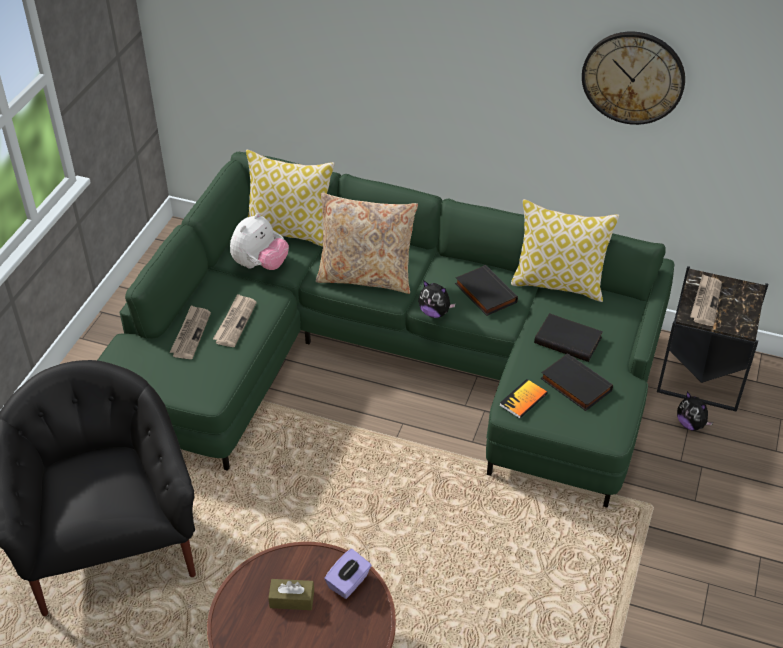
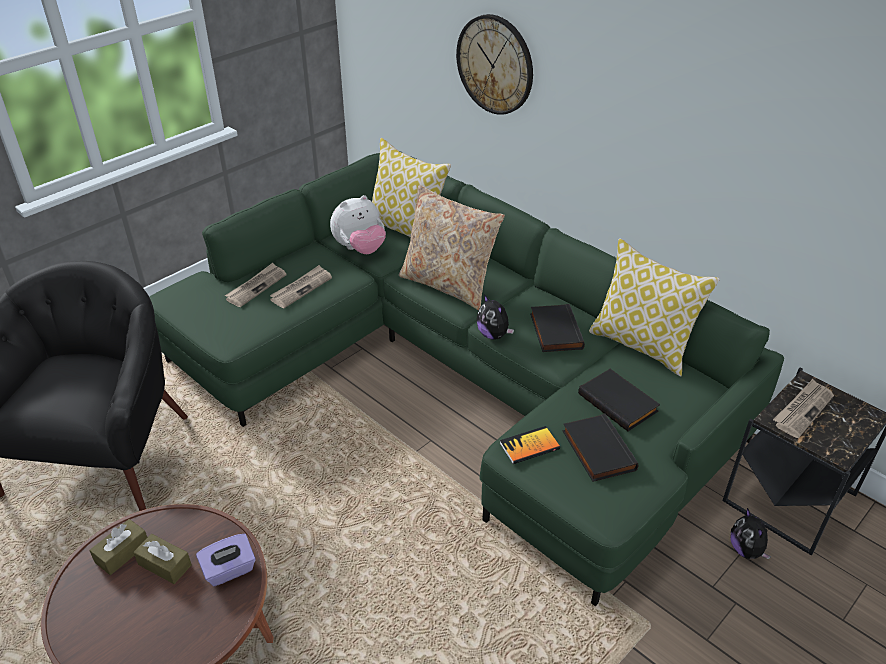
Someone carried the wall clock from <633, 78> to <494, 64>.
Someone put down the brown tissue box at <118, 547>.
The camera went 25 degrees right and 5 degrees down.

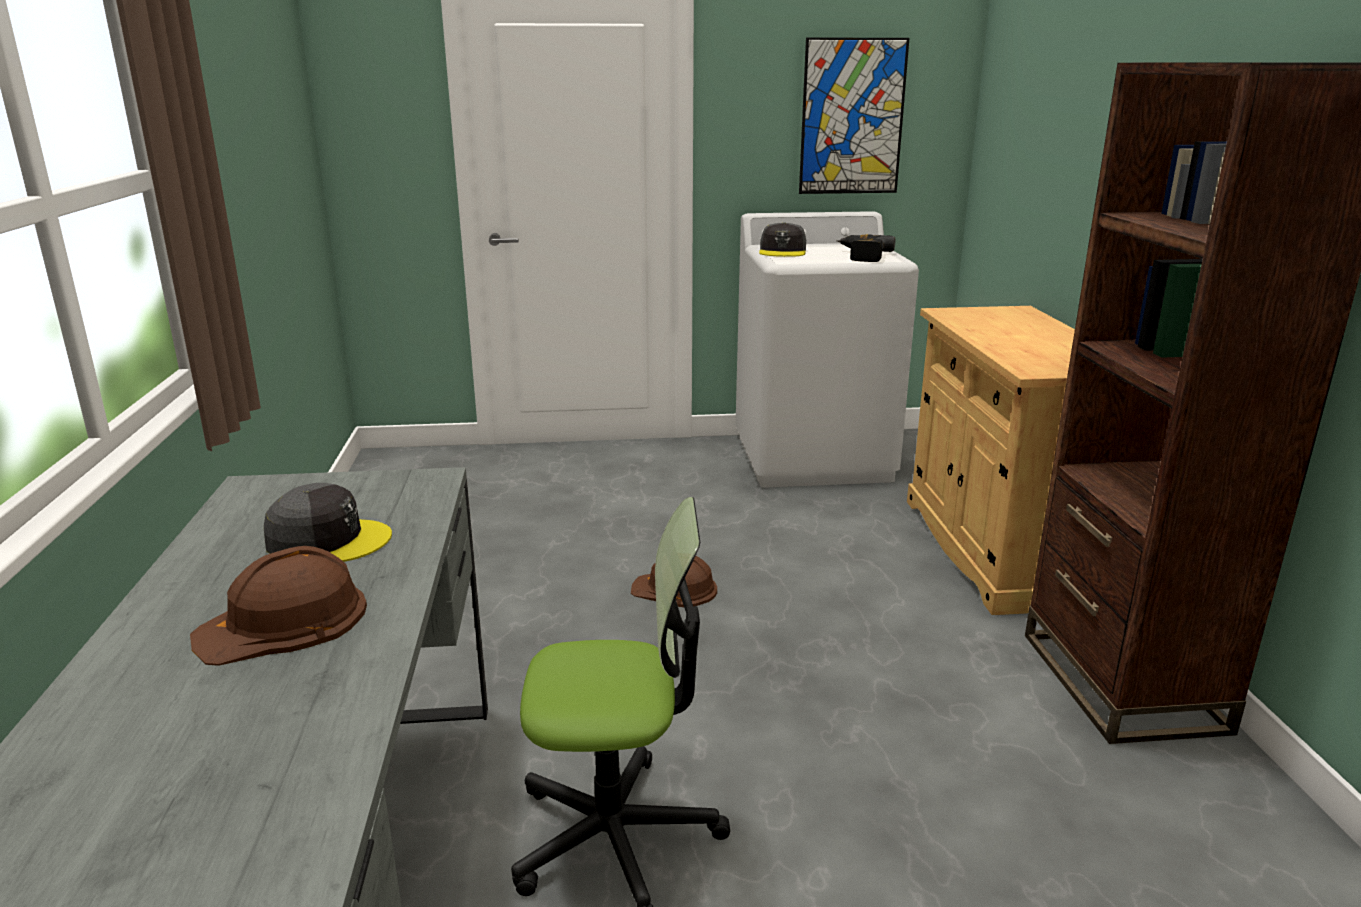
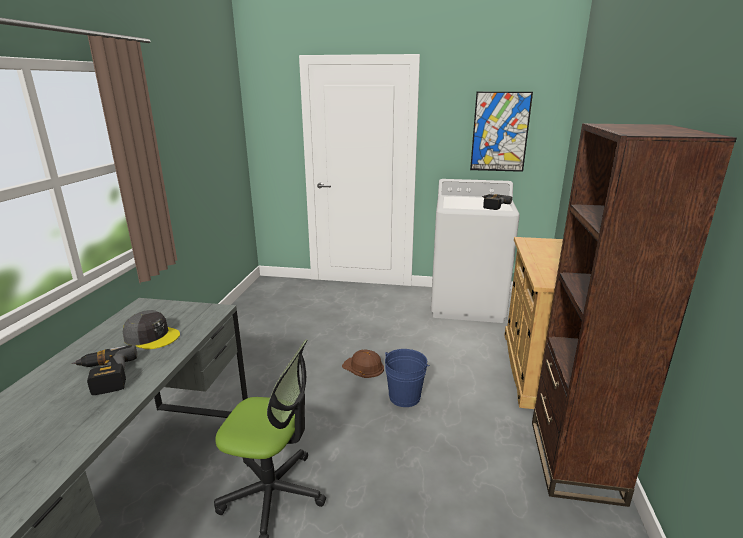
Someone swapped the brown hard hat at <278, 606> for the power drill at <104, 370>.
Someone took away the grey cap at <782, 239>.
Someone put down the blue bucket at <407, 378>.
The camera went 15 degrees right and 0 degrees up.

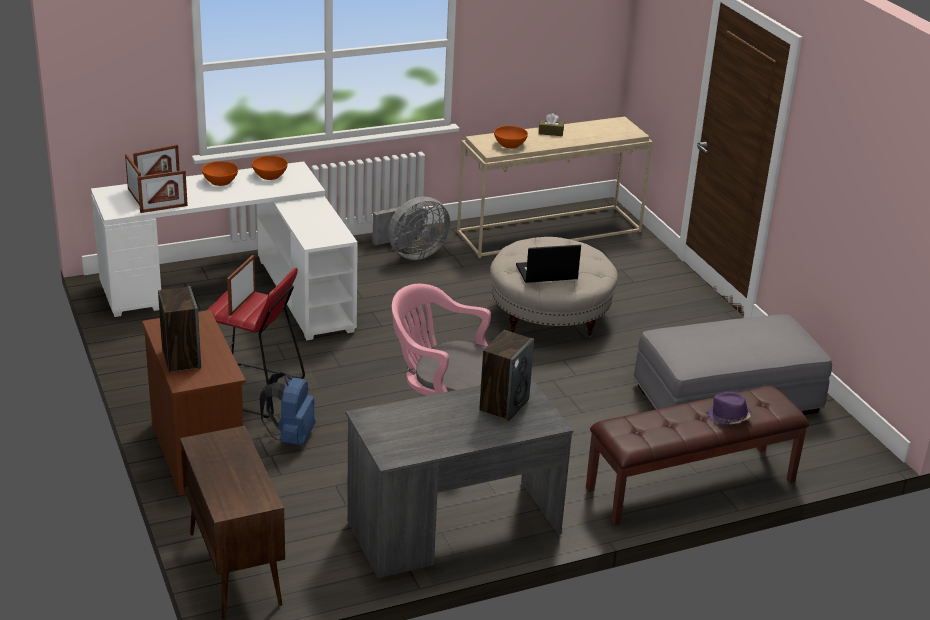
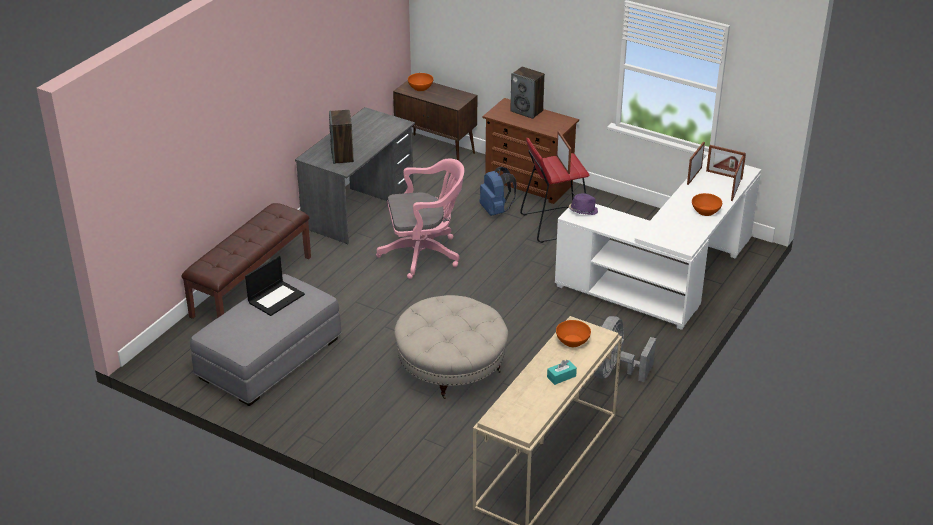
Someone carried the orange bowl from <270, 168> to <420, 82>.
Someone carried the laptop from <548, 264> to <275, 286>.
Someone repainted the brown tissue box at <551, 124>, which became the turquoise tissue box at <562, 372>.
Someone carried the purple hat from <729, 408> to <583, 204>.
The camera went 145 degrees right and 5 degrees up.

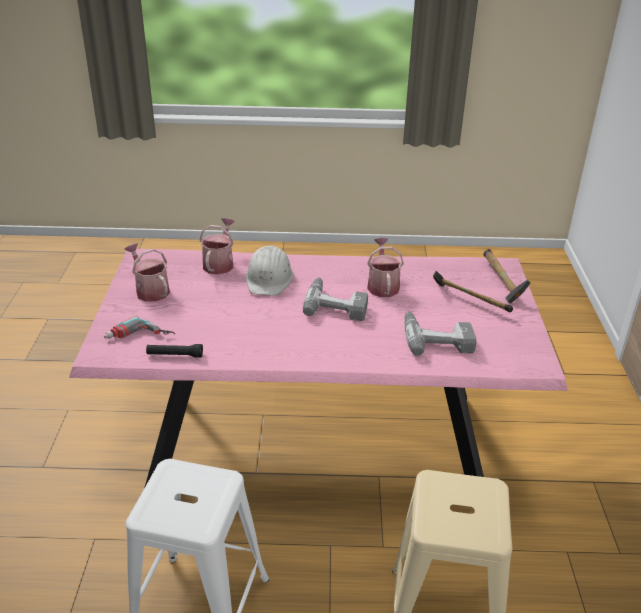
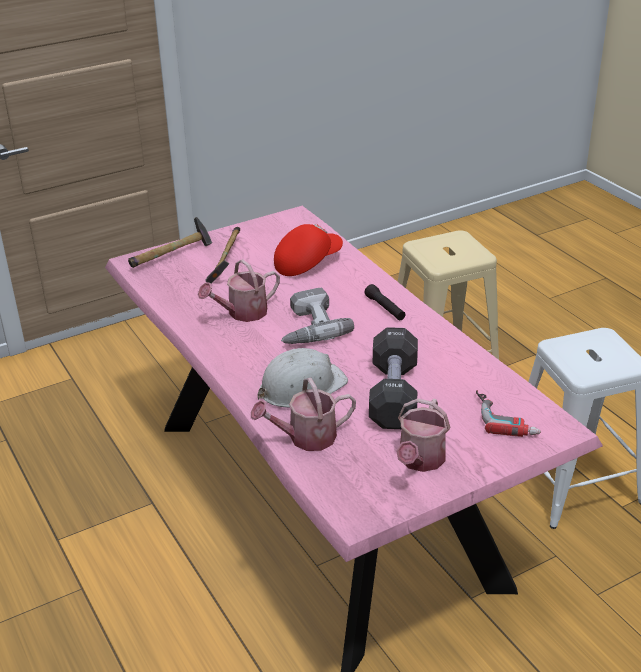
Someone carried the black flashlight from <174, 351> to <385, 302>.
Someone swapped the power drill at <440, 333> for the red cap at <308, 250>.
Someone put down the black dumbbell at <393, 378>.
The camera went 120 degrees left and 0 degrees up.

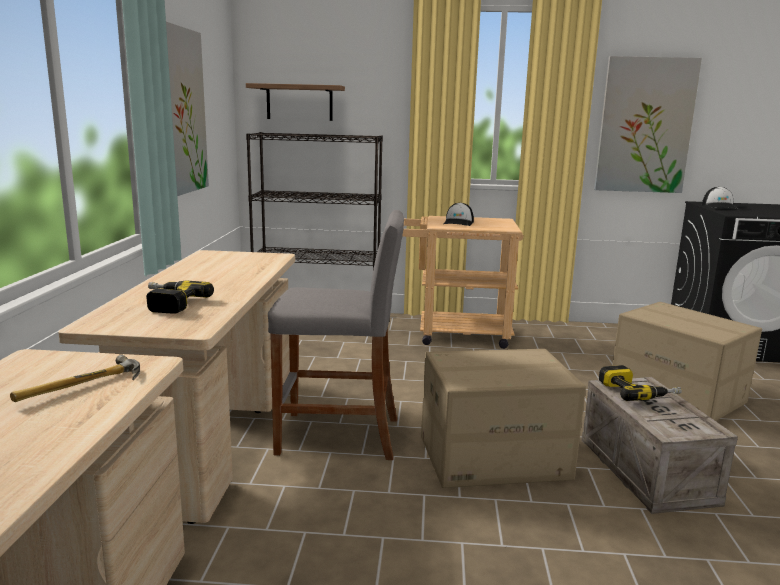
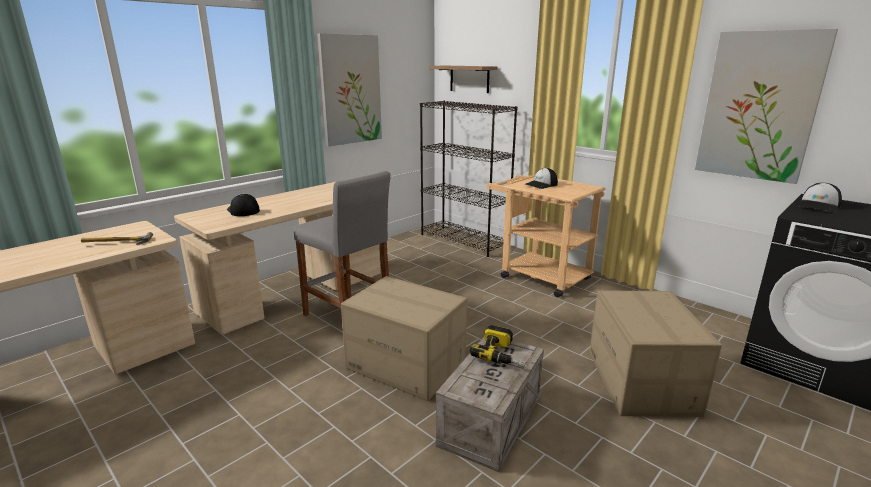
Someone swapped the power drill at <180, 297> for the cap at <243, 205>.
The camera went 40 degrees right and 5 degrees up.

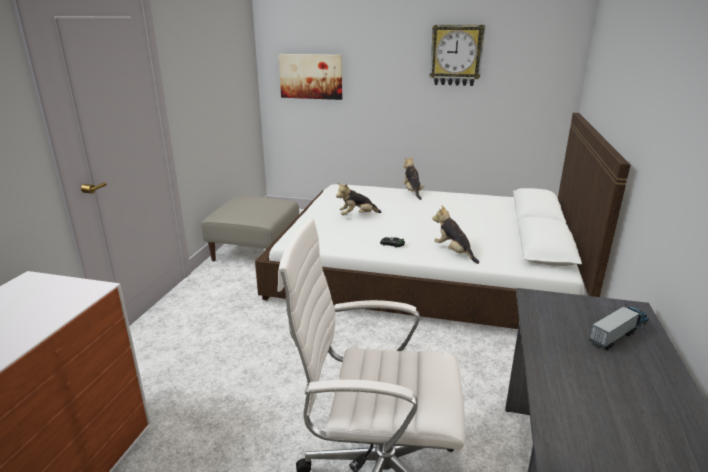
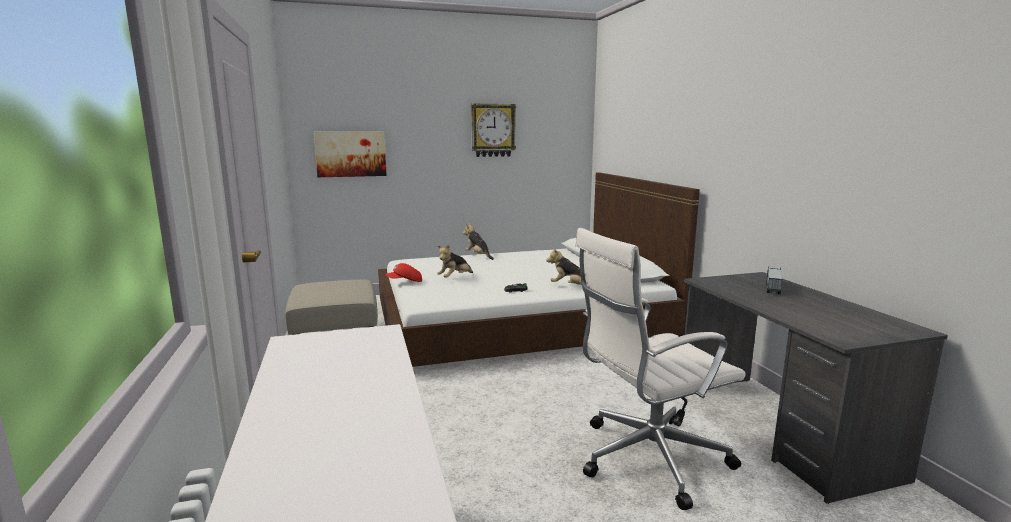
Someone put down the red cap at <404, 272>.
The camera went 30 degrees left and 10 degrees down.

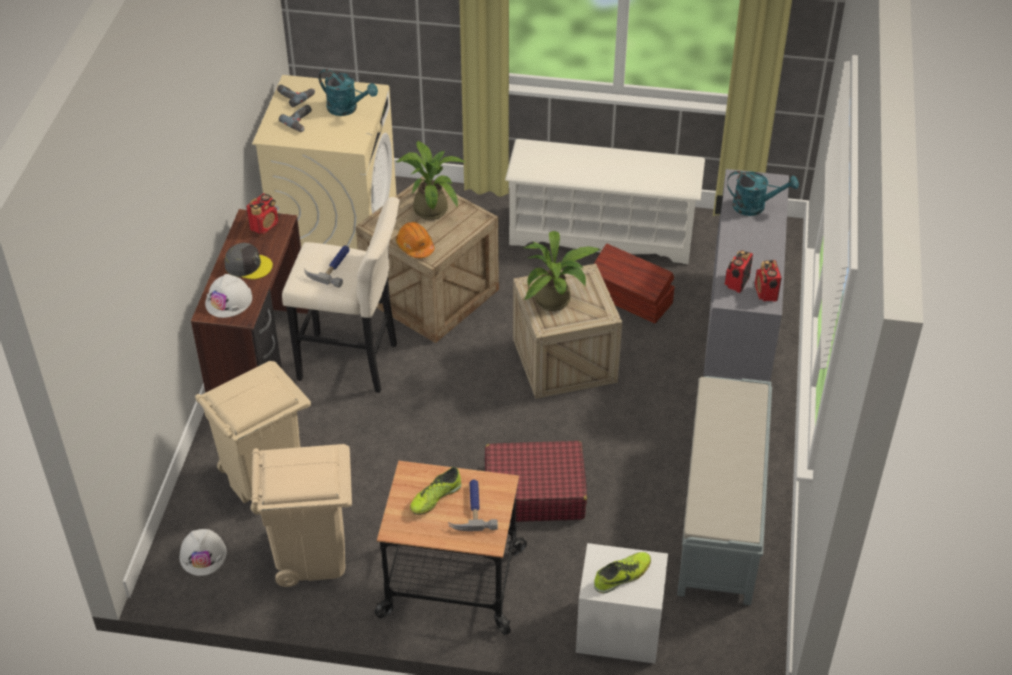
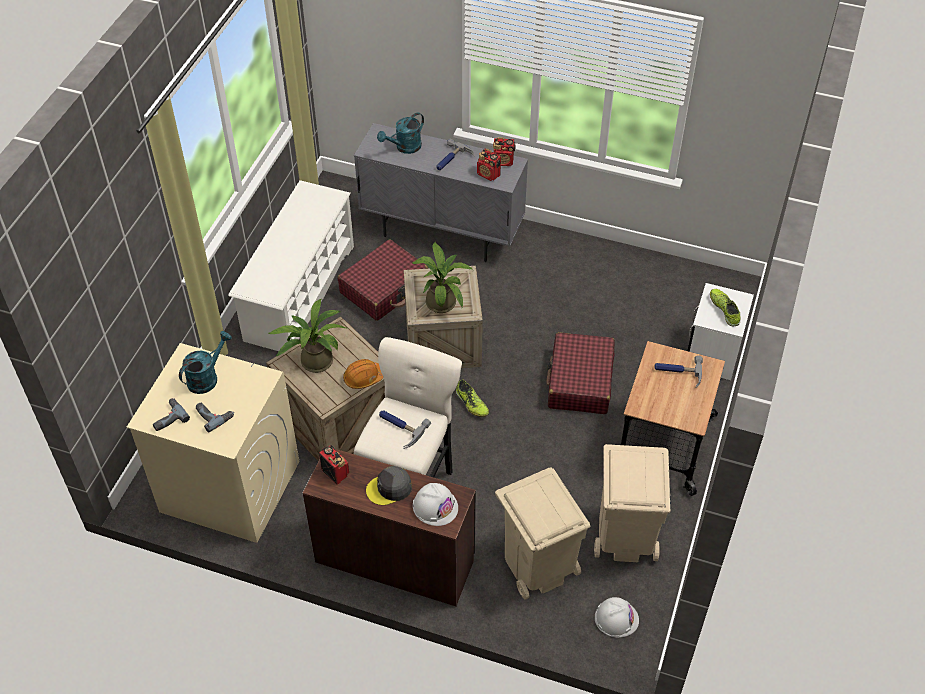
Someone rotated the grey cap at <248, 261> by 135 degrees counterclockwise.
Someone carried the shoe from <435, 491> to <472, 398>.
Someone swapped the brown storage box at <634, 283> for the red suitcase at <383, 280>.
Someone took away the grey bench at <724, 490>.
Someone rotated the turquoise watering can at <763, 193> by 150 degrees counterclockwise.
Someone put down the hammer at <455, 154>.
The camera went 80 degrees left and 5 degrees up.

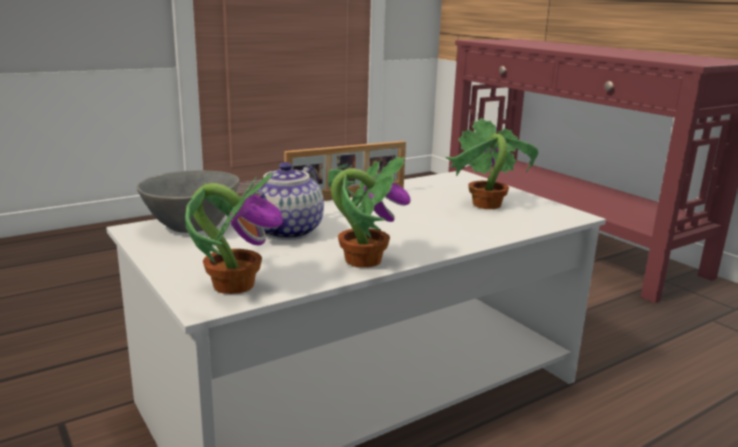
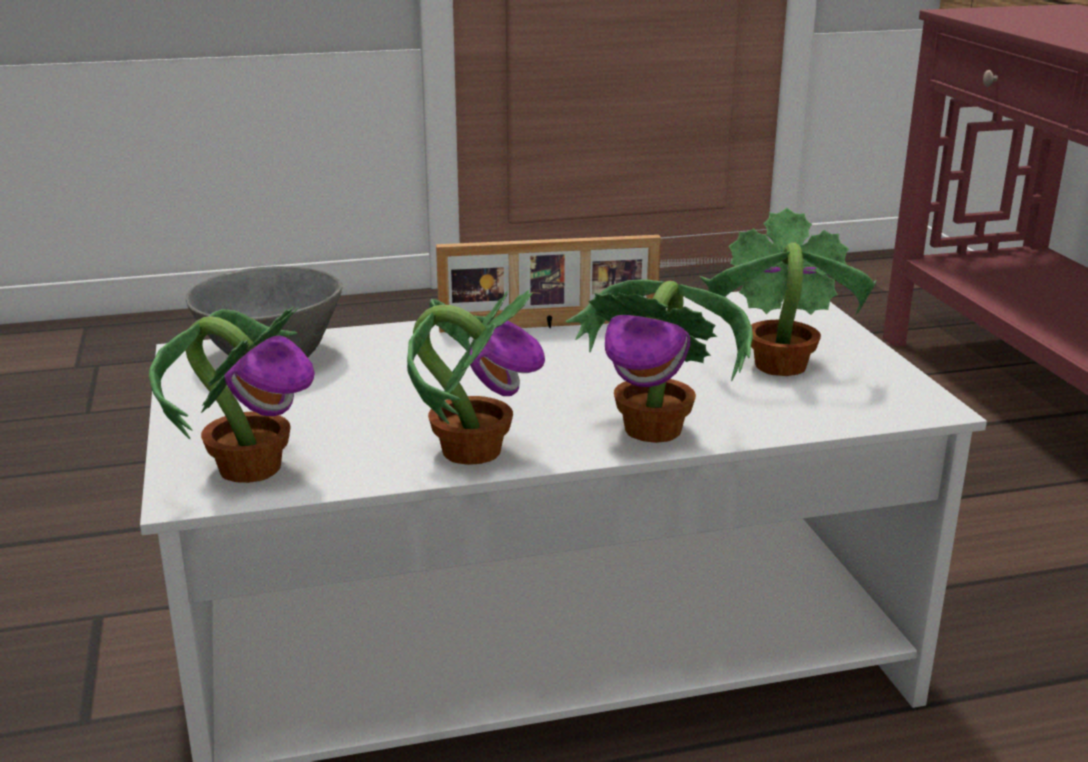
Someone took away the teapot at <289, 201>.
Someone put down the potted plant at <659, 361>.
The camera went 20 degrees right and 5 degrees up.

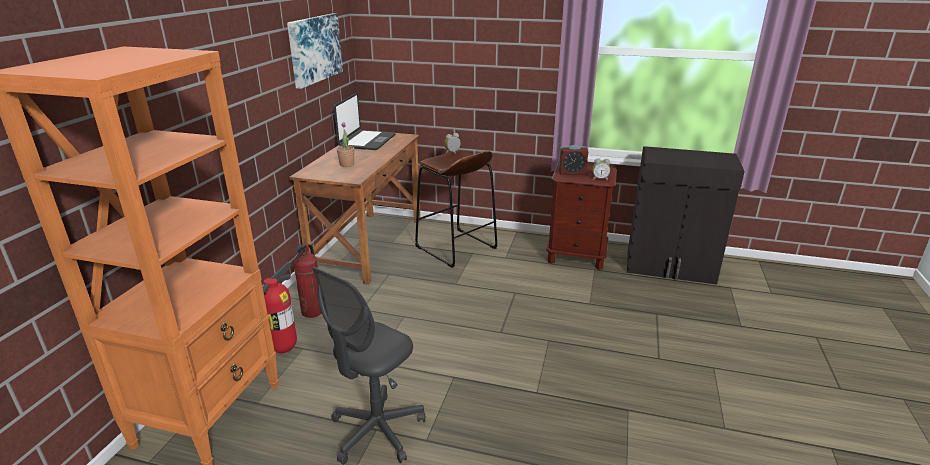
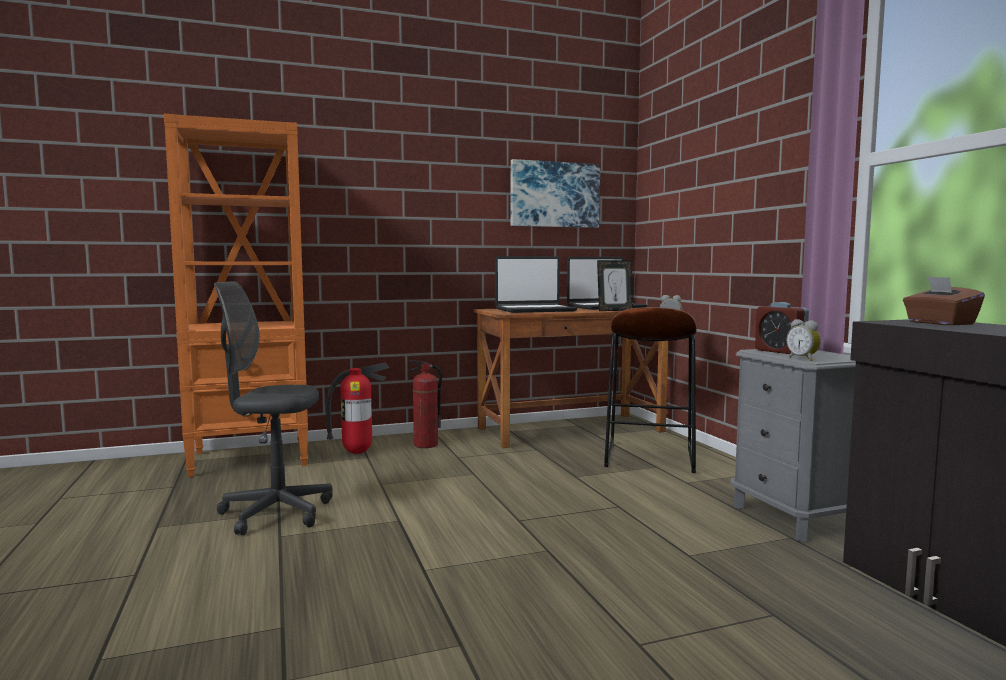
Someone swapped the potted plant at <345, 144> for the laptop at <536, 284>.
Someone repainted the brown nightstand at <581, 216>, which became the grey nightstand at <793, 445>.
Someone put down the picture frame at <615, 285>.
Someone put down the brown tissue box at <944, 301>.
The camera went 55 degrees right and 20 degrees down.

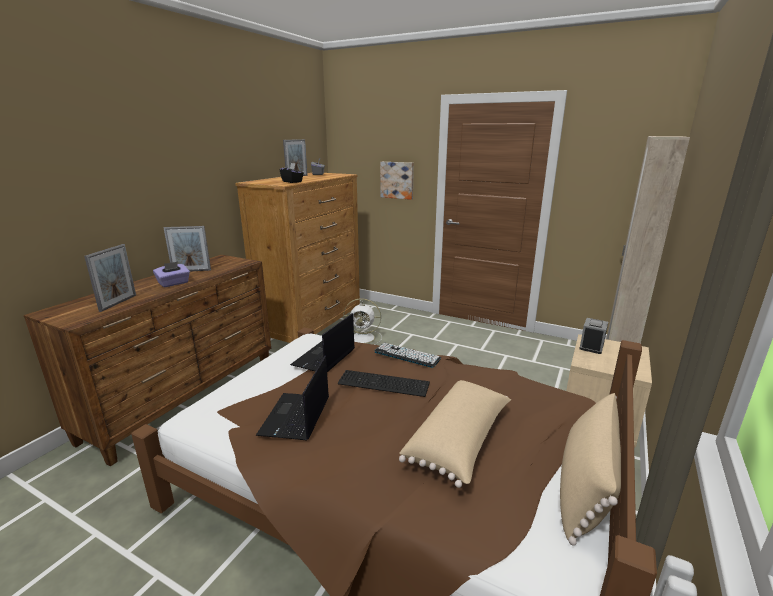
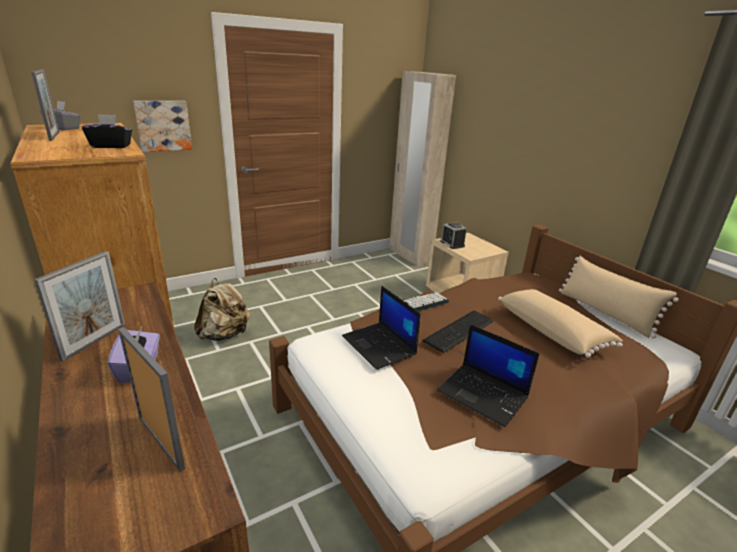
Someone swapped the white fan at <362, 321> for the beige backpack at <222, 309>.
The camera went 60 degrees left and 5 degrees up.

